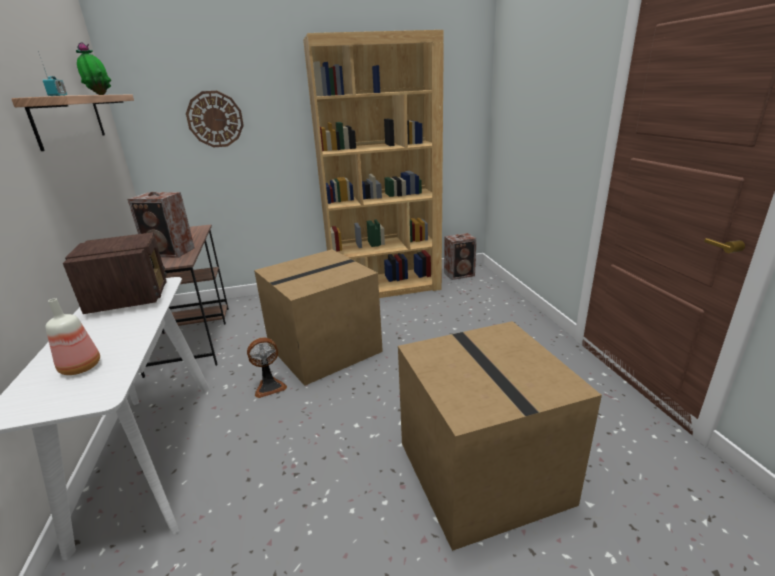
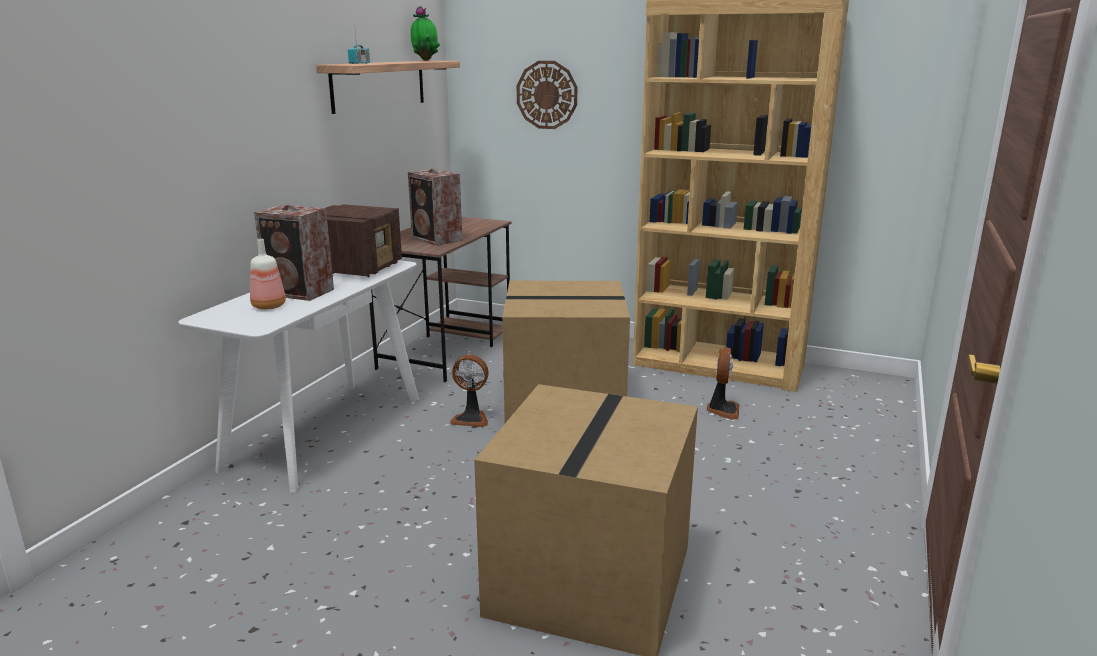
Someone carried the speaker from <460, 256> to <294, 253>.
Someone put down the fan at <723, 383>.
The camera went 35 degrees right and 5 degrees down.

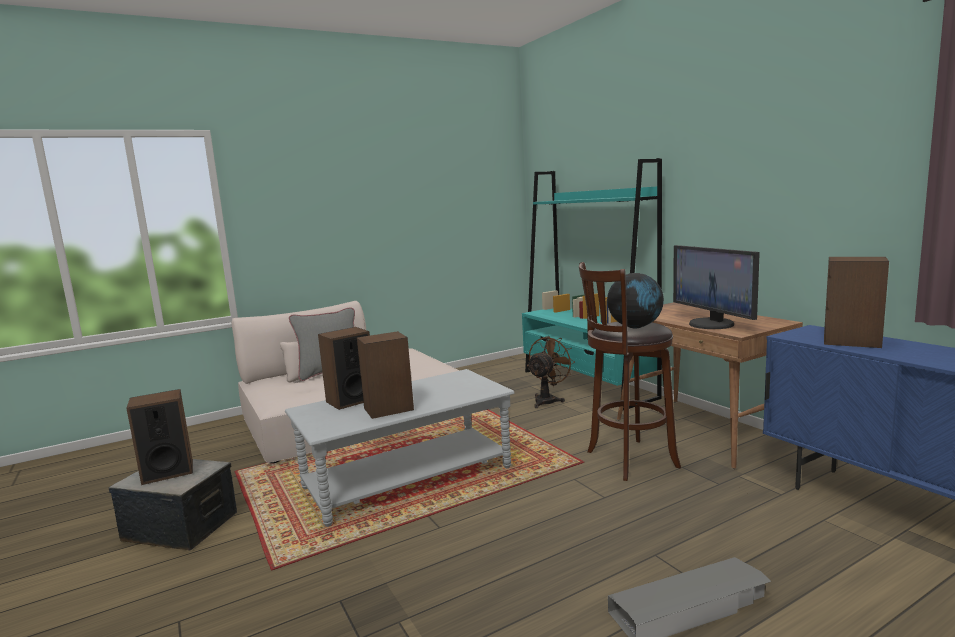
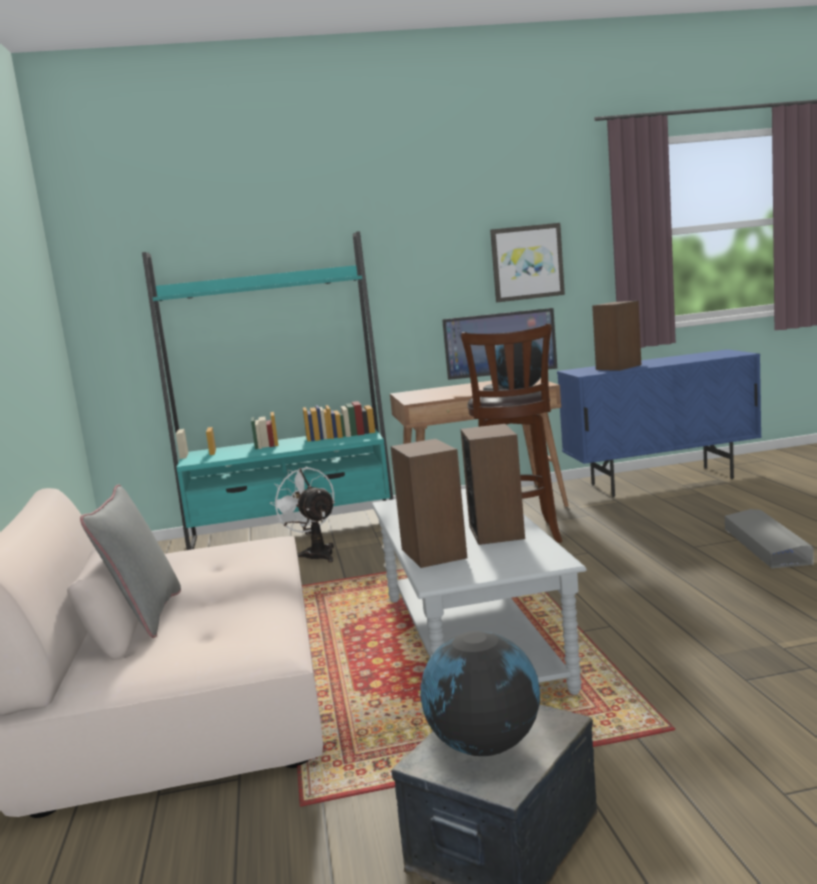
Someone swapped the speaker at <159, 437> for the globe at <480, 693>.
Someone repainted the brown fan at <551, 372>, which became the white fan at <302, 514>.
Someone put up the picture at <527, 262>.
The camera went 70 degrees left and 0 degrees up.

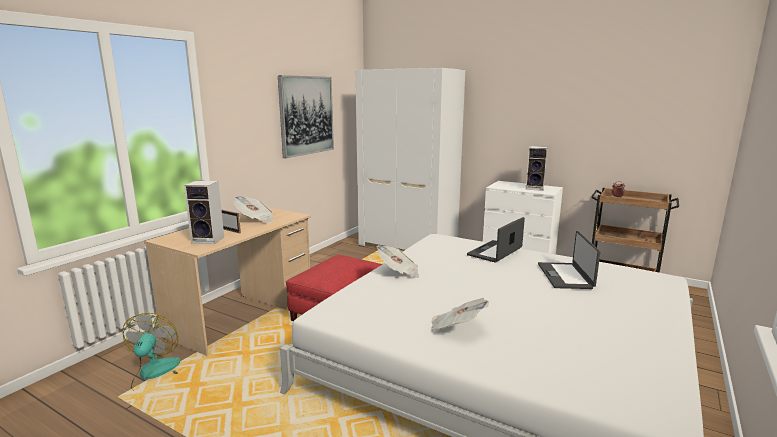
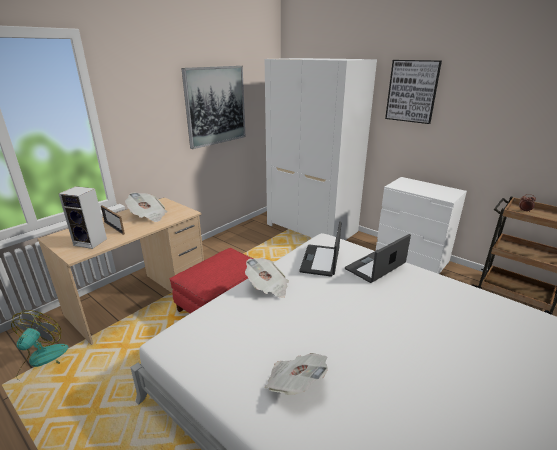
Someone took away the speaker at <536, 168>.
Someone carried the laptop from <569, 260> to <320, 249>.
Someone put up the picture at <413, 92>.
The camera went 10 degrees right and 10 degrees up.

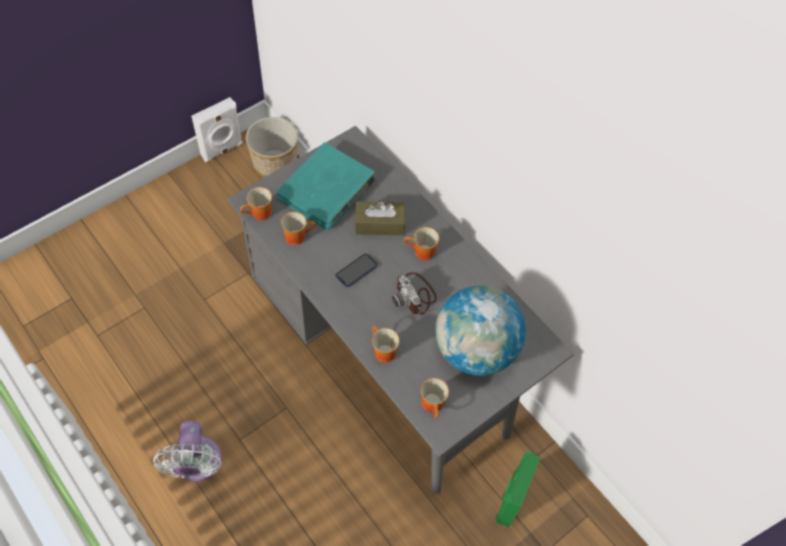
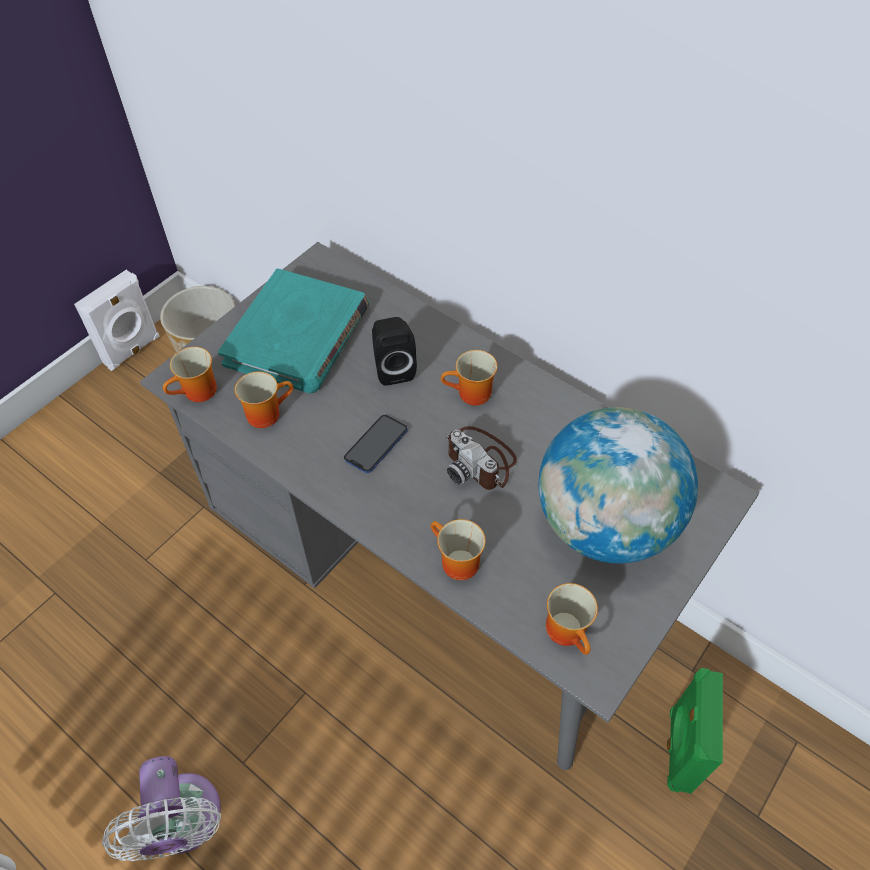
Someone swapped the brown tissue box at <380, 218> for the black speaker at <394, 351>.
The camera went 10 degrees left and 5 degrees down.

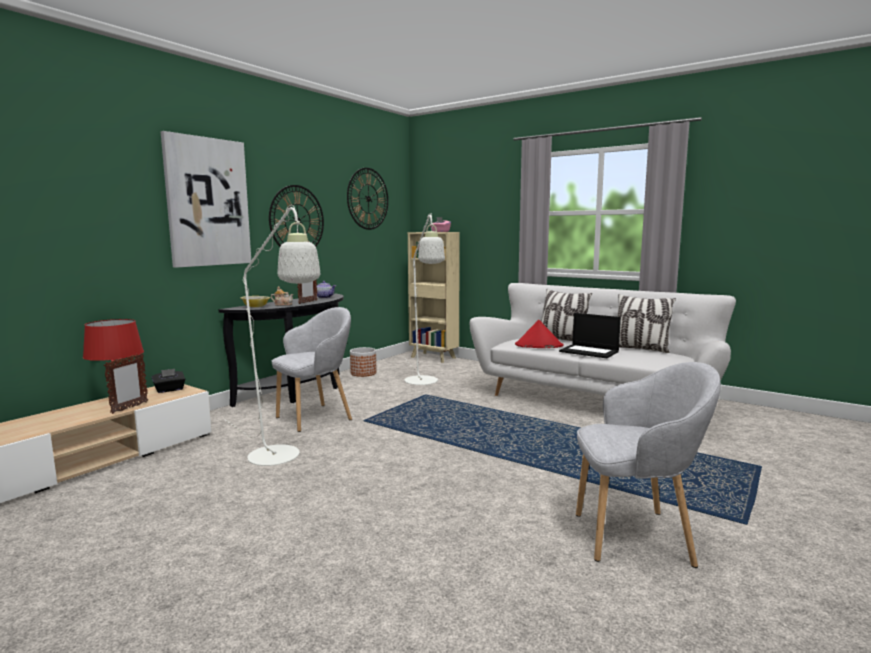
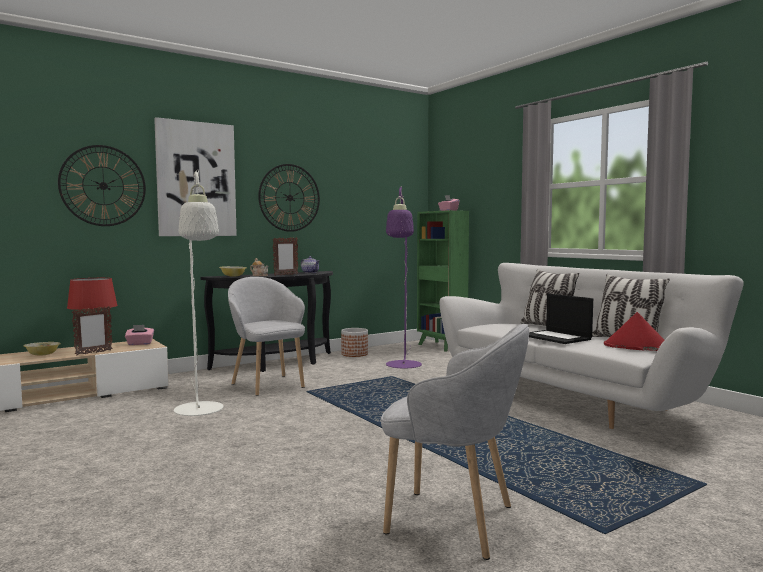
Someone repainted the black tissue box at <168, 381>, which became the pink tissue box at <139, 335>.
Someone rotated the grey armchair at <312, 369> by 105 degrees counterclockwise.
Someone carried the wall clock from <367, 199> to <102, 185>.
Someone repainted the white floor lamp at <424, 299>, which became the purple floor lamp at <404, 277>.
Someone repainted the beige bookcase at <434, 297>, which became the green bookcase at <443, 280>.
Someone carried the red hat from <539, 334> to <634, 331>.
Someone put down the bowl at <42, 349>.
The camera went 20 degrees right and 5 degrees down.

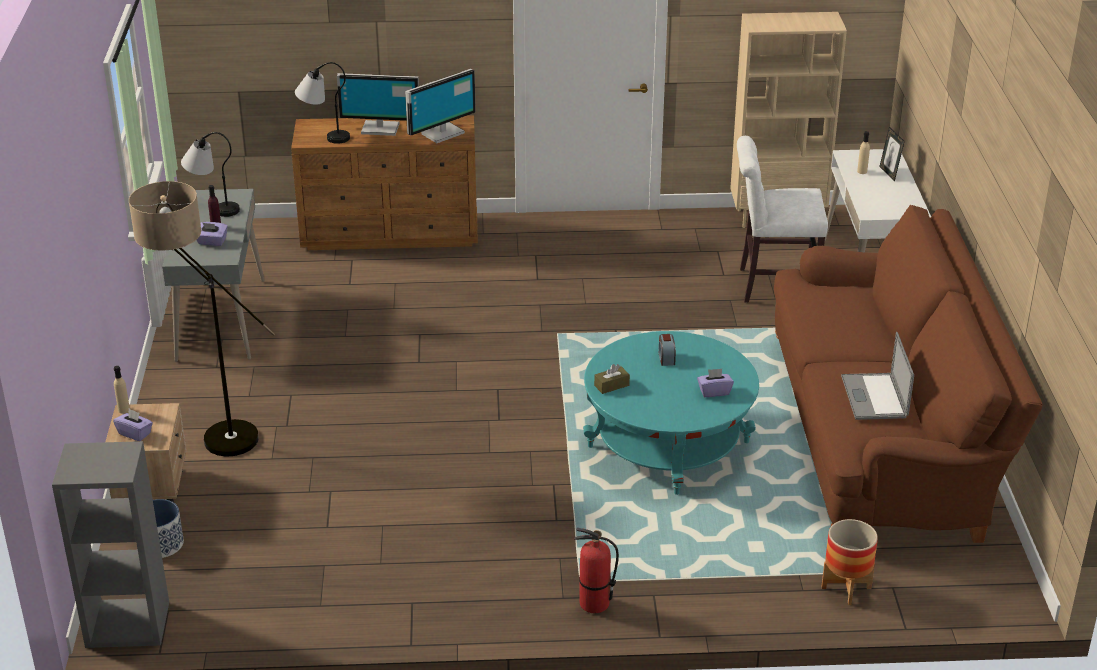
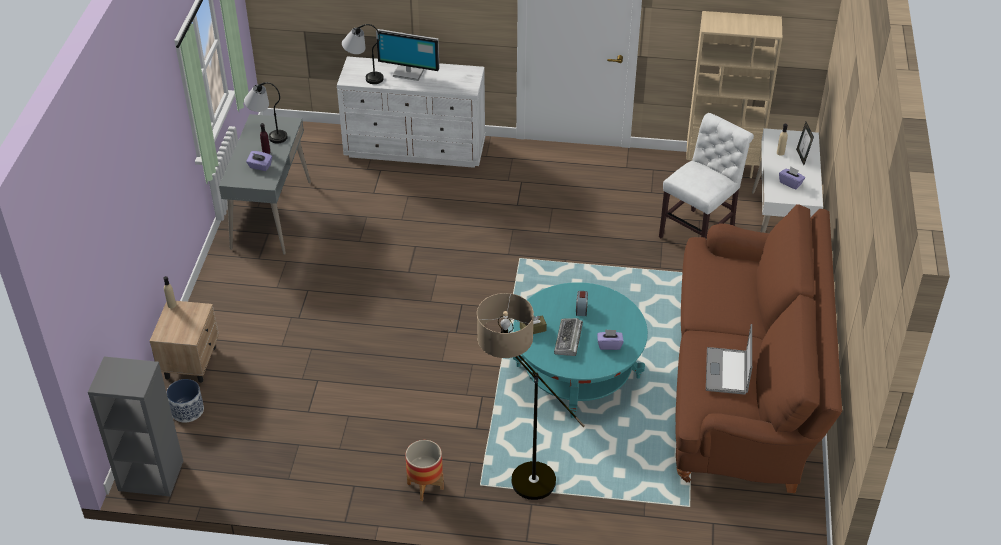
Someone carried the purple tissue box from <133, 425> to <792, 177>.
Someone carried the floor lamp from <202, 319> to <530, 396>.
Someone repainted the brown dresser at <384, 182>, which became the white dresser at <411, 112>.
Someone took away the monitor at <440, 106>.
Someone took away the fire extinguisher at <596, 570>.
Someone rotated the white chair at <782, 219> by 120 degrees clockwise.
Someone carried the planter from <849, 562> to <425, 470>.
Someone put down the keyboard at <568, 337>.
The camera went 10 degrees right and 10 degrees up.

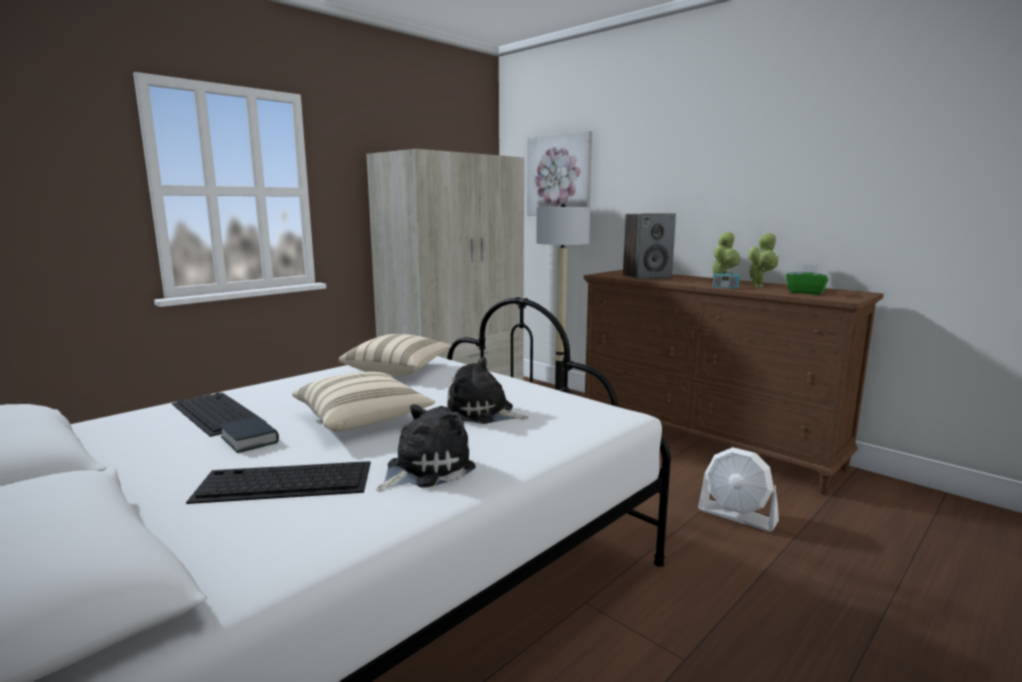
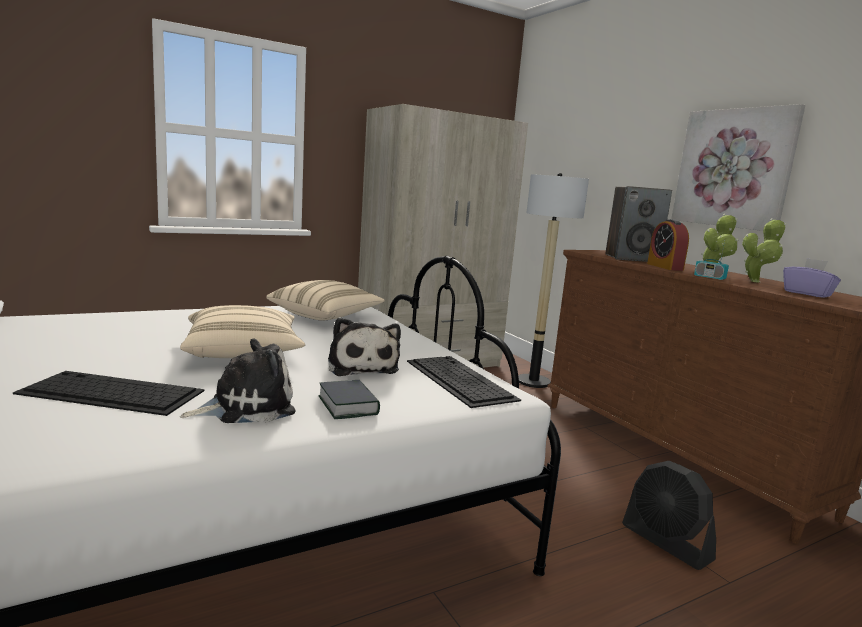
Someone carried the keyboard from <219, 415> to <464, 382>.
Someone carried the book from <249, 434> to <349, 399>.
Someone rotated the plush toy at <488, 390> by 150 degrees counterclockwise.
Someone carried the picture from <559, 173> to <738, 167>.
Someone repainted the white fan at <738, 489>, which became the black fan at <669, 515>.
Someone repainted the green tissue box at <807, 279>, which became the purple tissue box at <812, 278>.
Someone put down the alarm clock at <668, 245>.
The camera went 15 degrees right and 0 degrees up.

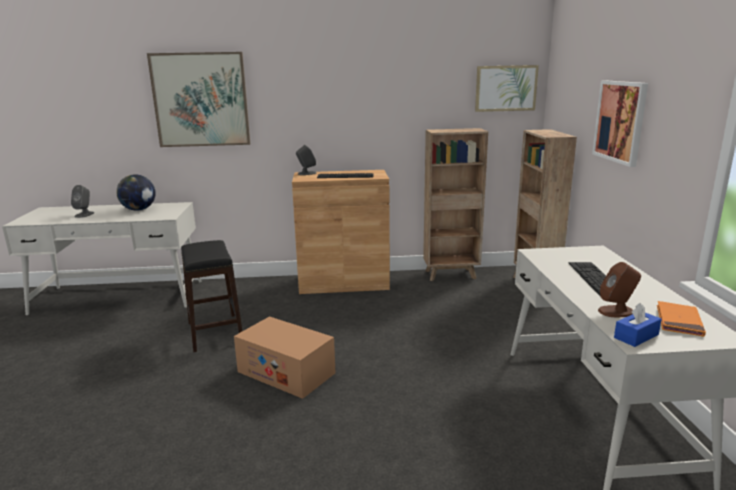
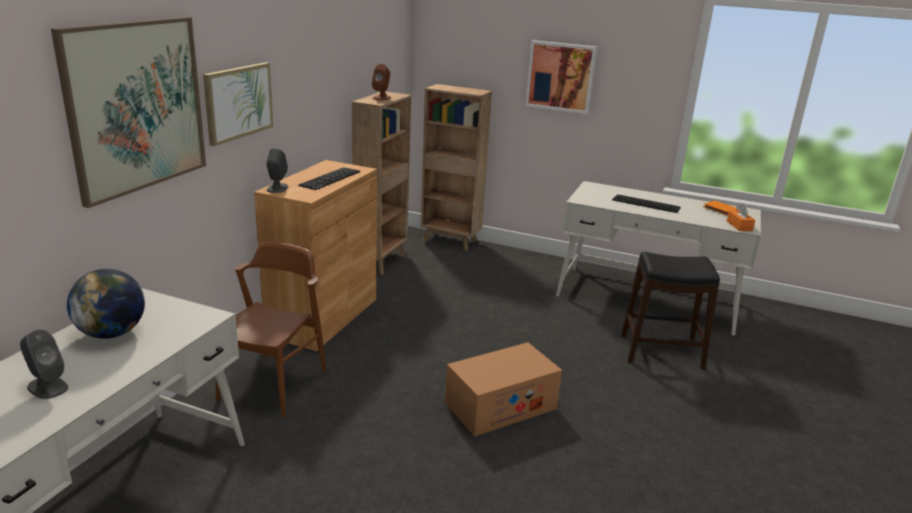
Someone carried the black stool from <211, 296> to <670, 311>.
Someone carried the picture from <507, 88> to <238, 104>.
Someone carried the brown speaker from <619, 289> to <381, 82>.
Someone repainted the blue tissue box at <638, 325>, which became the orange tissue box at <741, 217>.
Someone put down the brown chair at <270, 329>.
The camera went 65 degrees left and 5 degrees up.

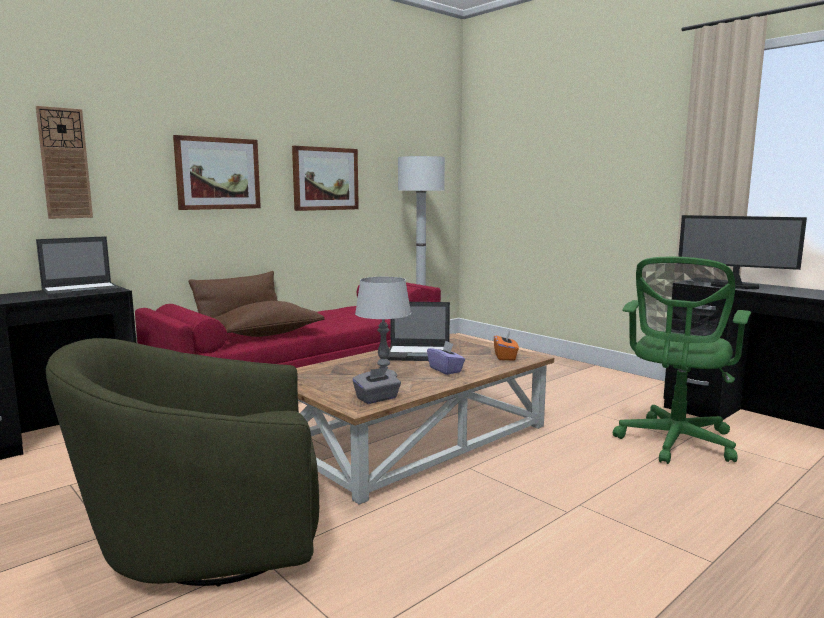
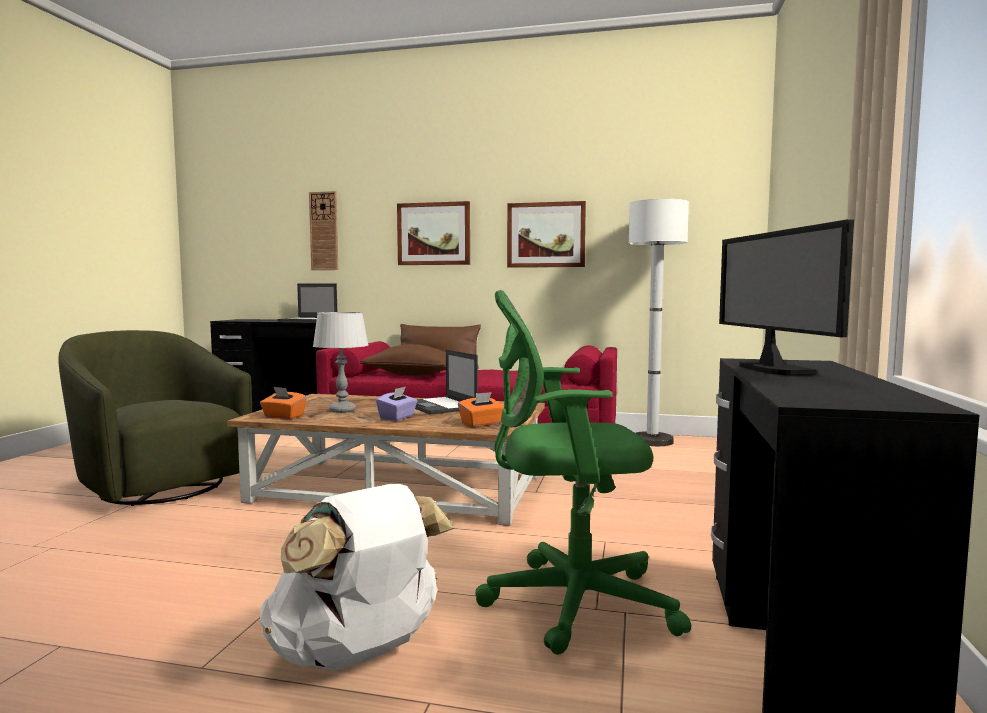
Someone repainted the grey tissue box at <377, 385>, which became the orange tissue box at <283, 403>.
Someone put down the white backpack at <357, 577>.
The camera went 55 degrees right and 5 degrees down.

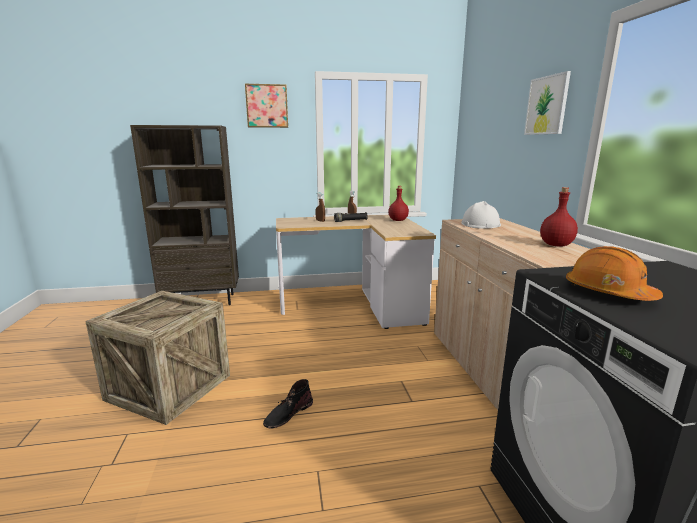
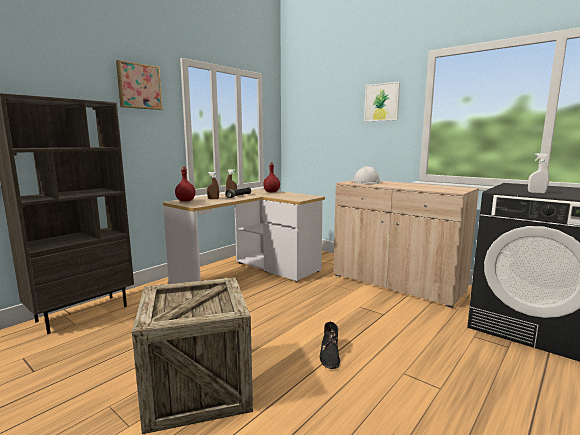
Someone carried the red bottle from <559, 217> to <185, 184>.
Someone swapped the orange hard hat at <614, 273> for the white spray bottle at <538, 173>.
The camera went 40 degrees left and 5 degrees down.

